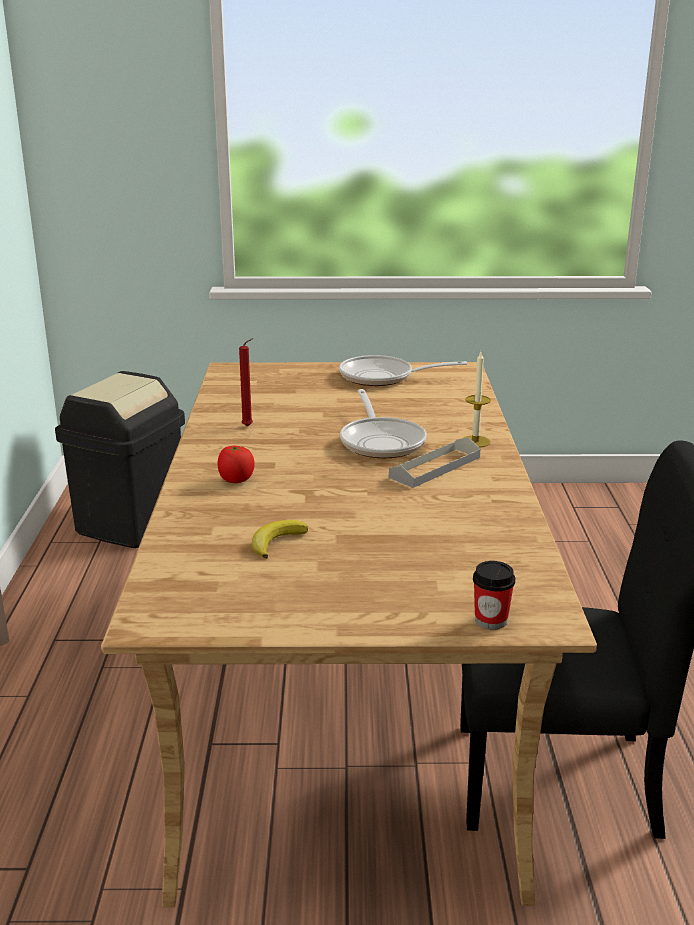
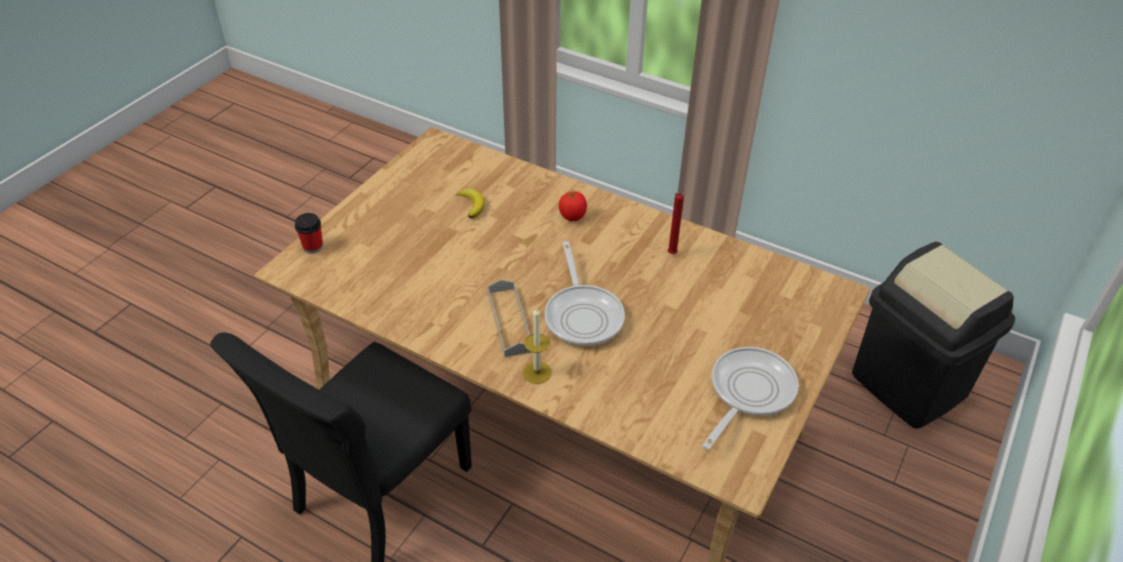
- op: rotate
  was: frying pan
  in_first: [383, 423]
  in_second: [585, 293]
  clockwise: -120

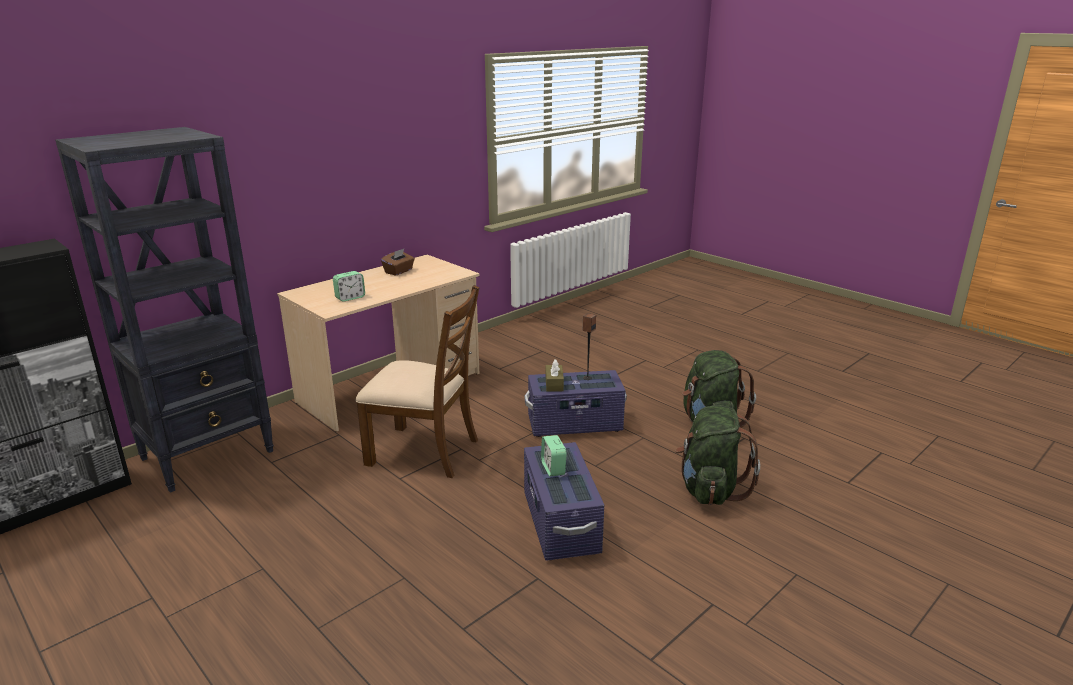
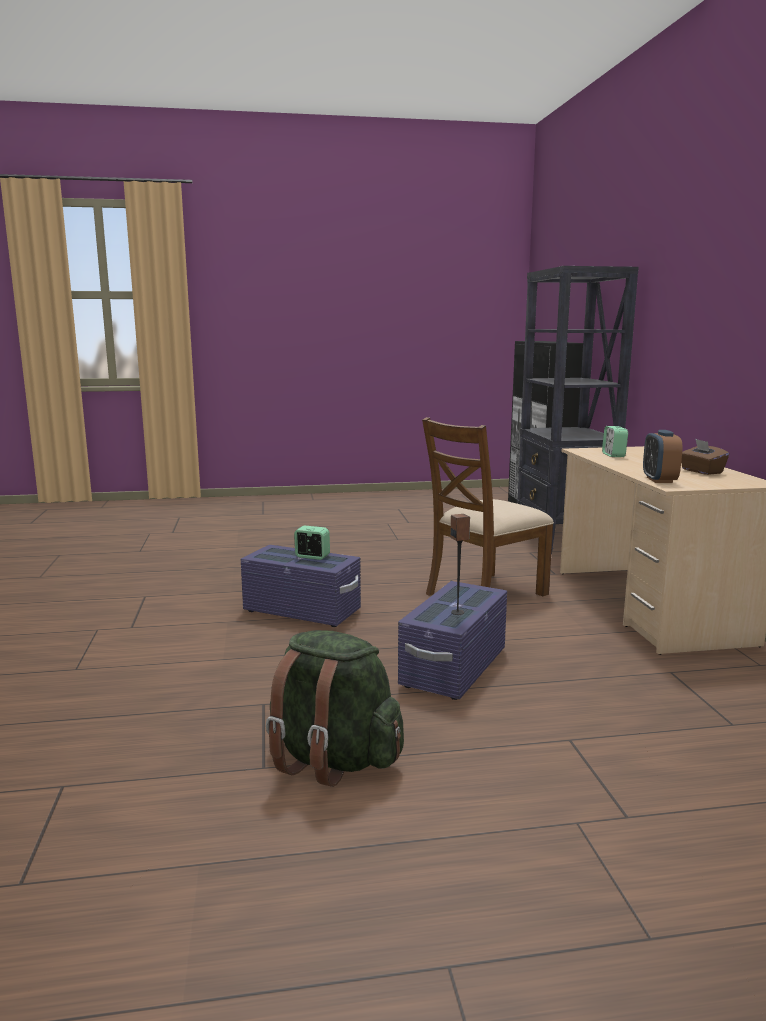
- op: delete
  was: brown tissue box
  in_first: [555, 376]
- op: delete
  was: green backpack
  in_first: [717, 455]
- op: insert
  now: alarm clock
  in_second: [663, 456]

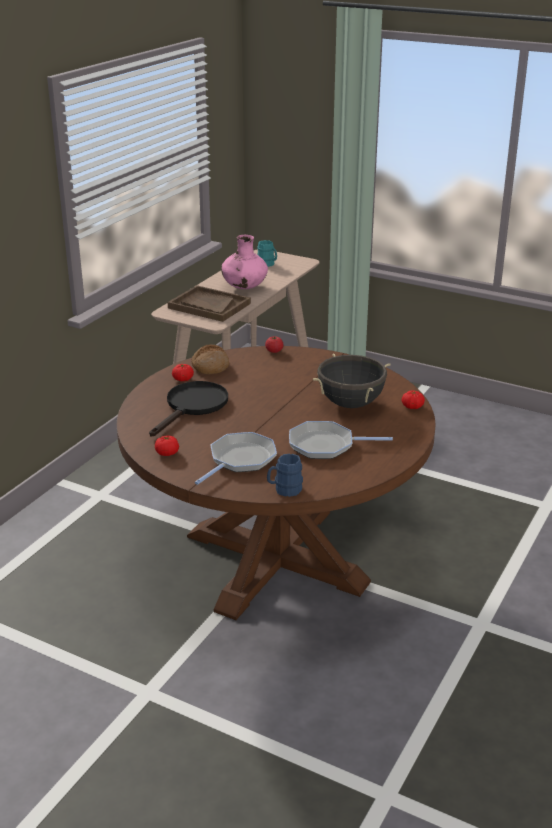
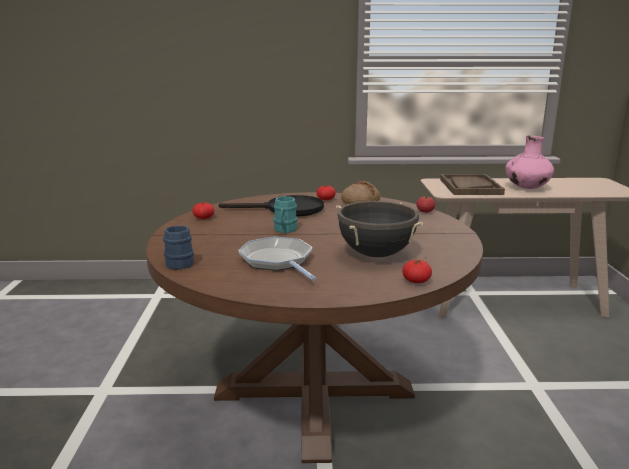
- op: delete
  was: frying pan
  in_first: [236, 458]
- op: move
  was: turquoise mug
  in_first: [267, 253]
  in_second: [285, 214]

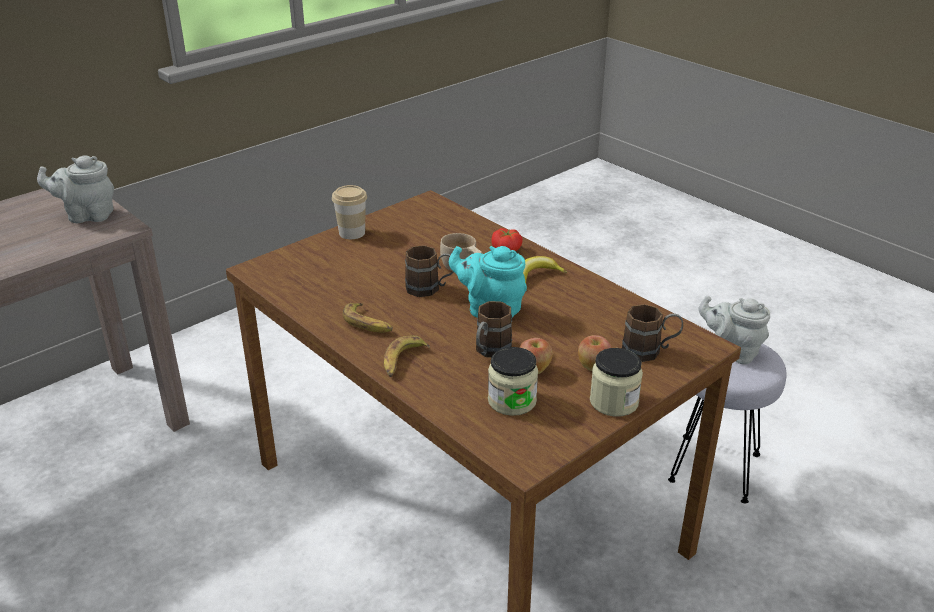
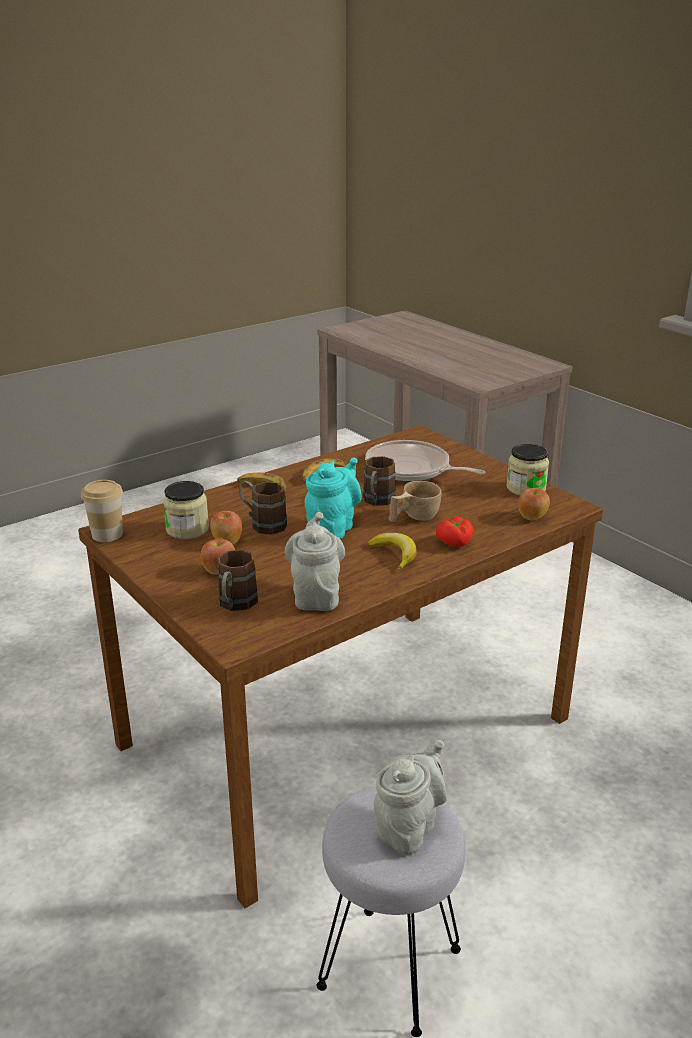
- op: move
  was: grey teapot
  in_first: [75, 189]
  in_second: [315, 561]
- op: move
  was: cup
  in_first: [349, 212]
  in_second: [102, 511]
- op: move
  was: jar
  in_first: [616, 382]
  in_second: [527, 470]
- op: insert
  now: frying pan
  in_second: [425, 461]
- op: insert
  now: apple
  in_second: [534, 504]

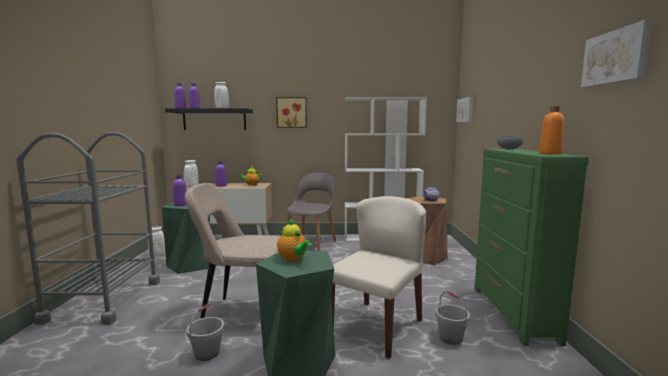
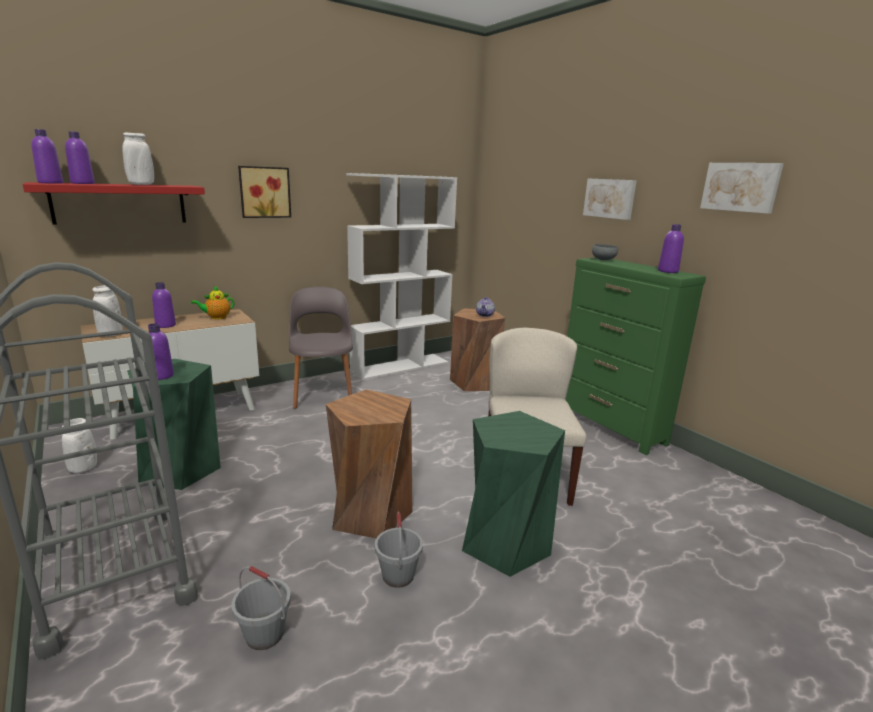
- op: recolor
  was: black shelf
  now: red shelf
  in_first: [209, 119]
  in_second: [114, 203]
- op: replace
  was: beige chair
  now: brown stool
  in_first: [232, 251]
  in_second: [369, 463]
- op: delete
  was: teapot
  in_first: [294, 240]
- op: move
  was: grey bucket
  in_first: [452, 317]
  in_second: [261, 608]
- op: move
  was: picture
  in_first: [464, 109]
  in_second: [610, 199]
- op: recolor
  was: orange bottle
  now: purple bottle
  in_first: [551, 130]
  in_second: [671, 248]

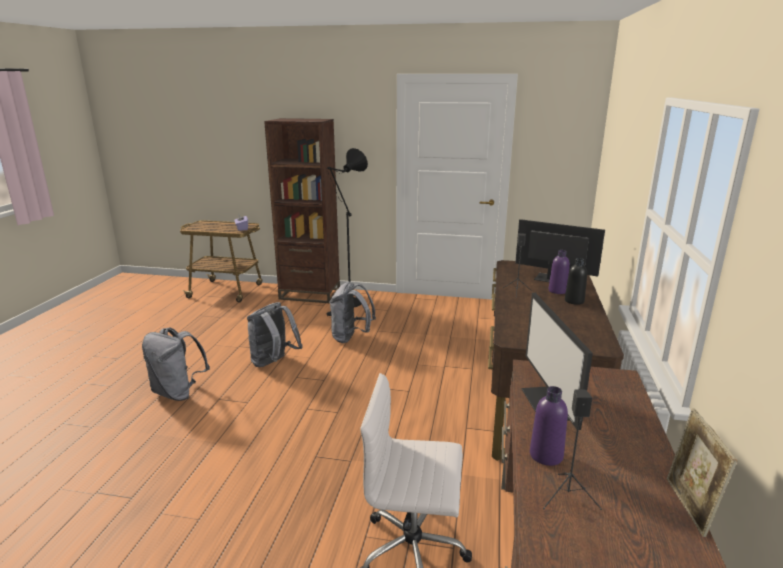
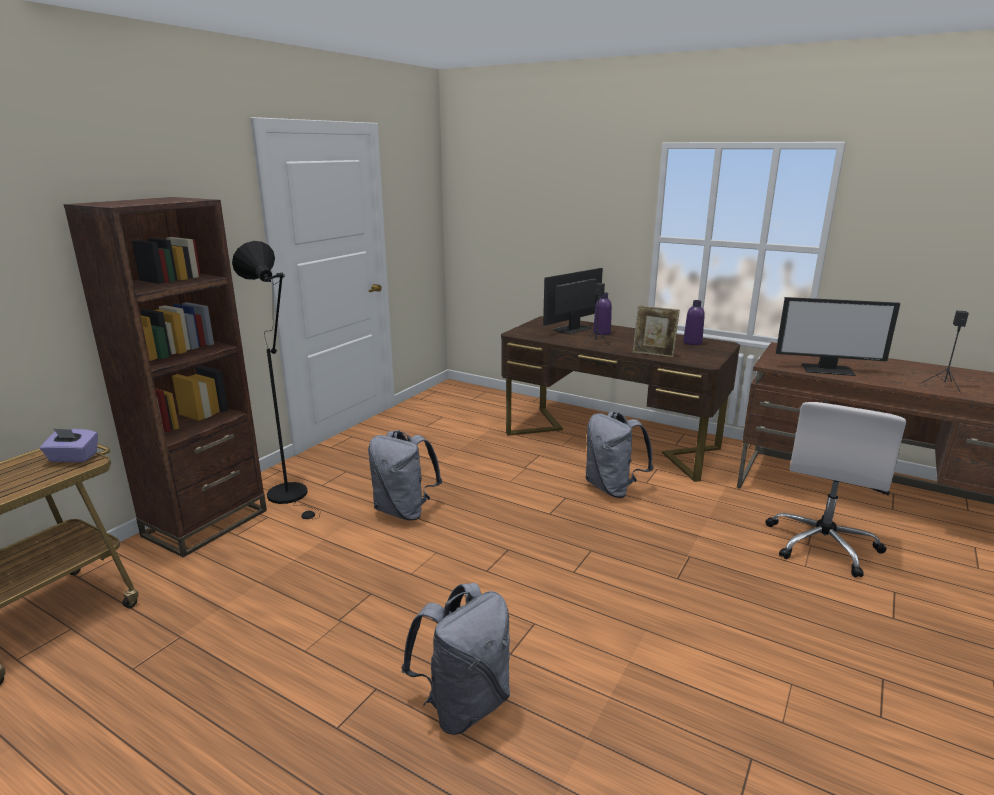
- op: move
  was: grey backpack
  in_first: [275, 334]
  in_second: [619, 455]
- op: move
  was: purple bottle
  in_first: [549, 426]
  in_second: [694, 322]
- op: delete
  was: black bottle
  in_first: [576, 281]
- op: move
  was: picture frame
  in_first: [702, 472]
  in_second: [656, 331]

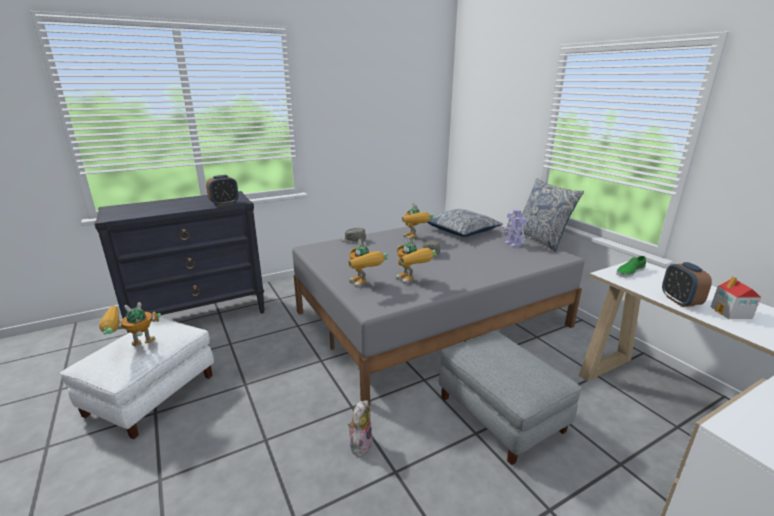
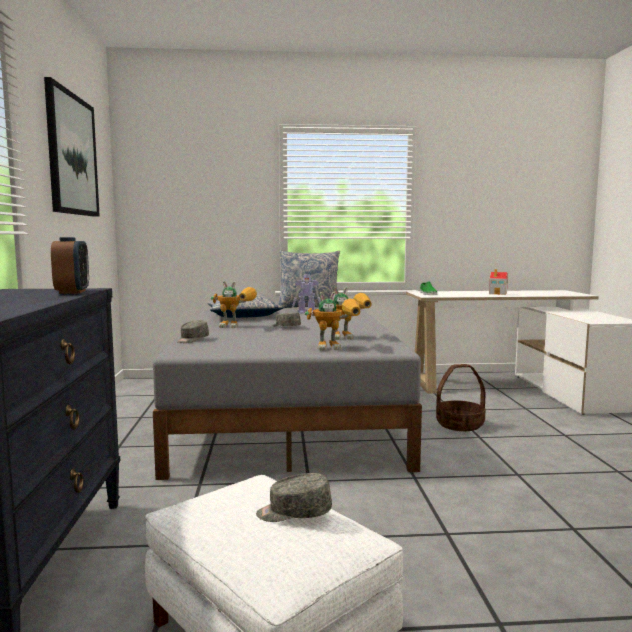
- op: replace
  was: toy robot
  now: grey cap
  in_first: [130, 324]
  in_second: [294, 497]
- op: delete
  was: plush toy
  in_first: [360, 428]
- op: replace
  was: grey ottoman
  now: basket
  in_first: [510, 397]
  in_second: [461, 397]
- op: delete
  was: alarm clock
  in_first: [687, 284]
- op: insert
  now: picture
  in_second: [72, 147]

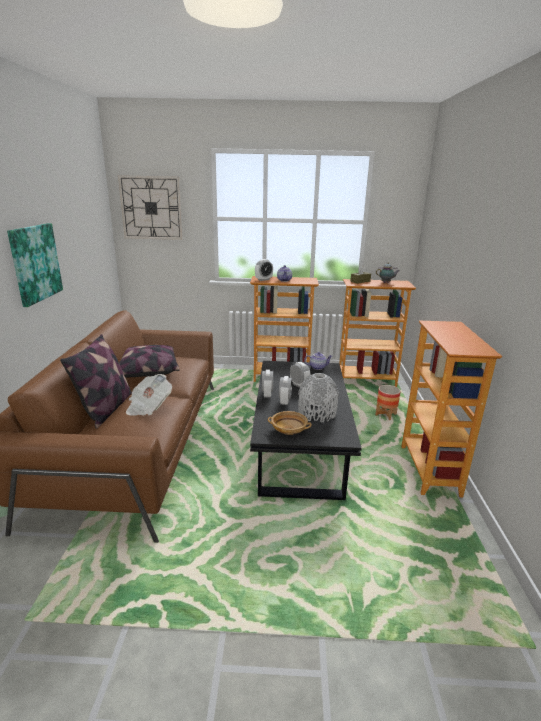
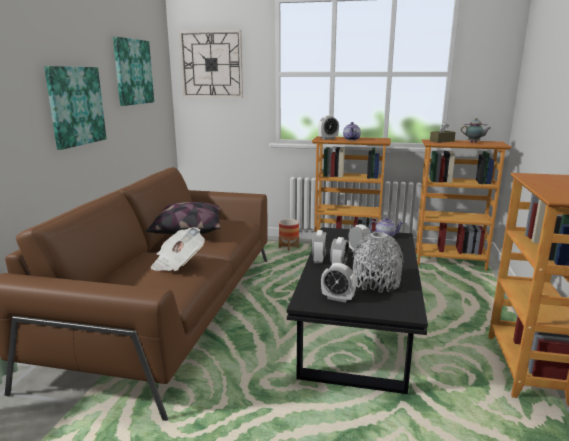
- op: delete
  was: pillow
  in_first: [96, 381]
- op: replace
  was: beige bowl
  now: alarm clock
  in_first: [290, 423]
  in_second: [339, 283]
- op: move
  was: planter
  in_first: [387, 402]
  in_second: [289, 235]
- op: insert
  now: picture
  in_second: [133, 71]

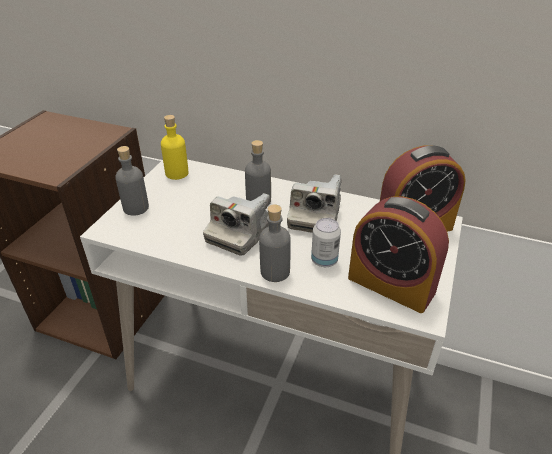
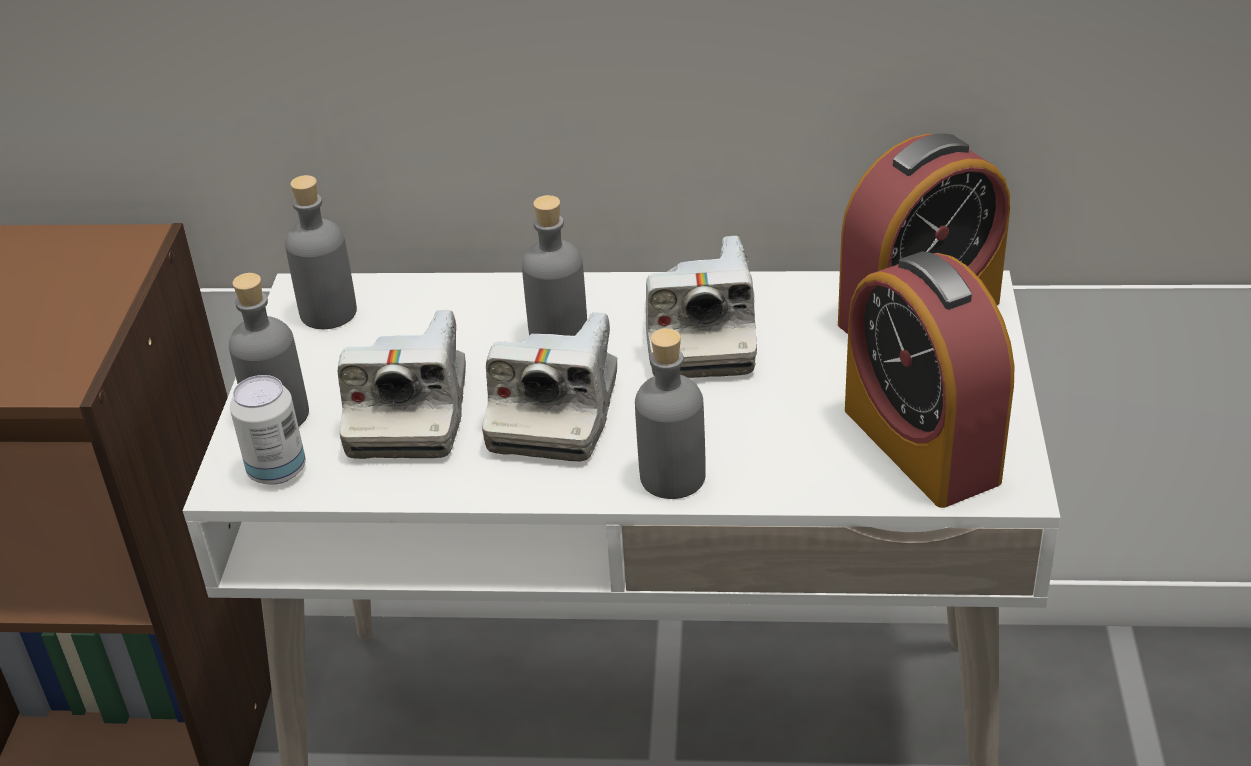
- op: recolor
  was: yellow bottle
  now: grey bottle
  in_first: [174, 147]
  in_second: [321, 252]
- op: move
  was: can
  in_first: [326, 242]
  in_second: [268, 430]
- op: rotate
  was: alarm clock
  in_first: [398, 254]
  in_second: [929, 379]
  clockwise: 45
- op: insert
  now: photo camera
  in_second: [402, 384]

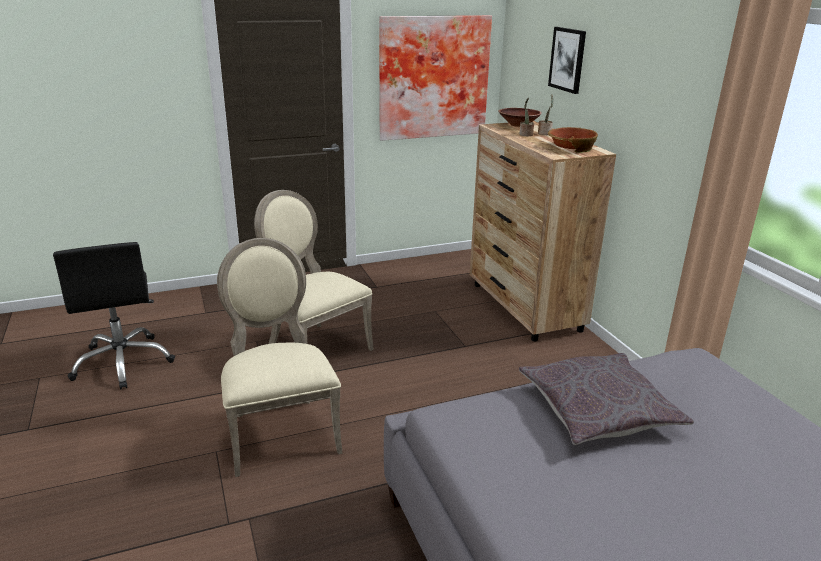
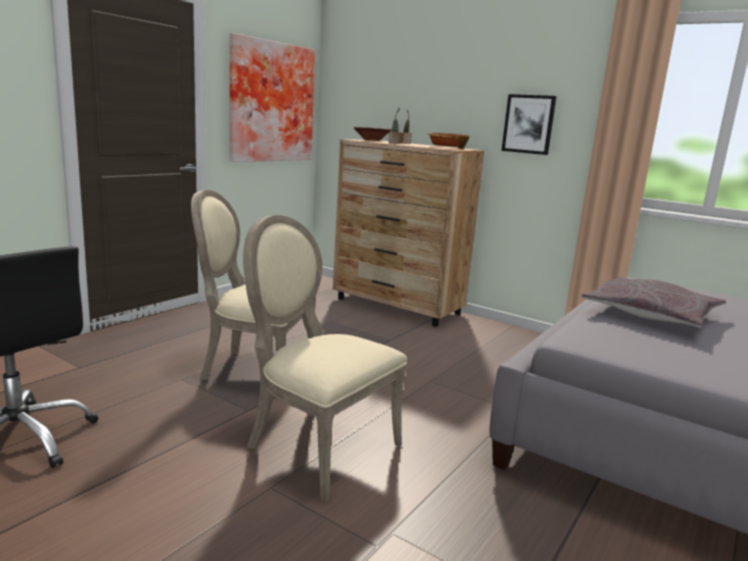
- op: move
  was: picture
  in_first: [567, 60]
  in_second: [529, 124]

